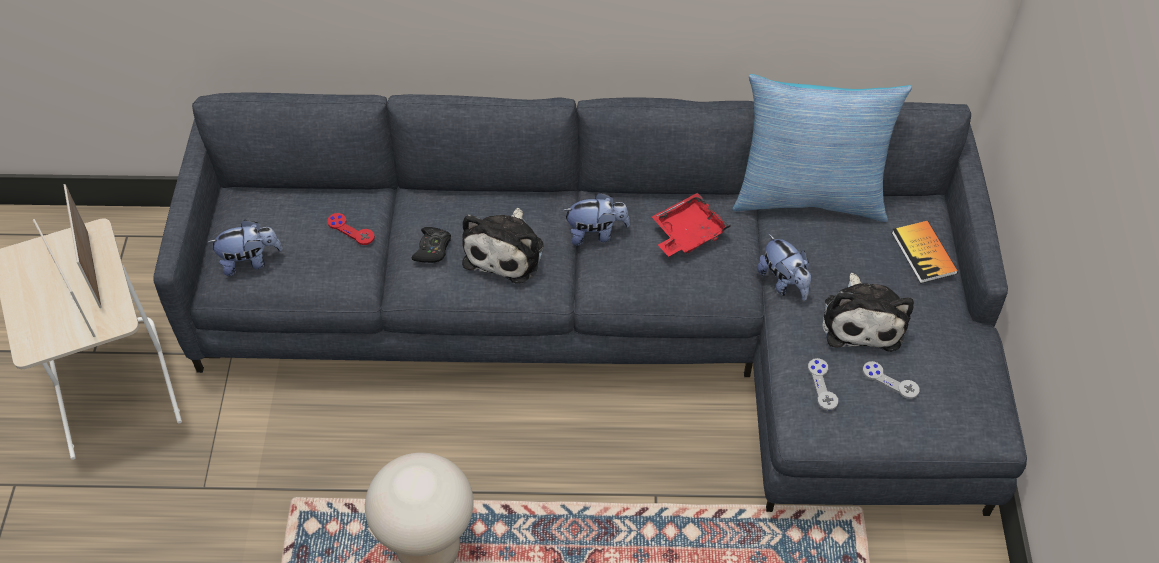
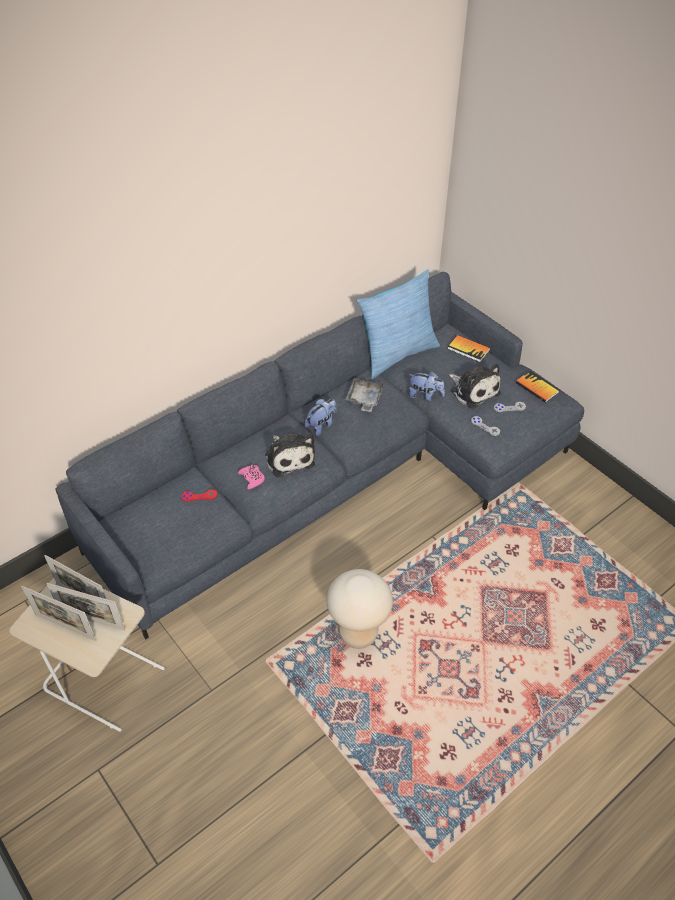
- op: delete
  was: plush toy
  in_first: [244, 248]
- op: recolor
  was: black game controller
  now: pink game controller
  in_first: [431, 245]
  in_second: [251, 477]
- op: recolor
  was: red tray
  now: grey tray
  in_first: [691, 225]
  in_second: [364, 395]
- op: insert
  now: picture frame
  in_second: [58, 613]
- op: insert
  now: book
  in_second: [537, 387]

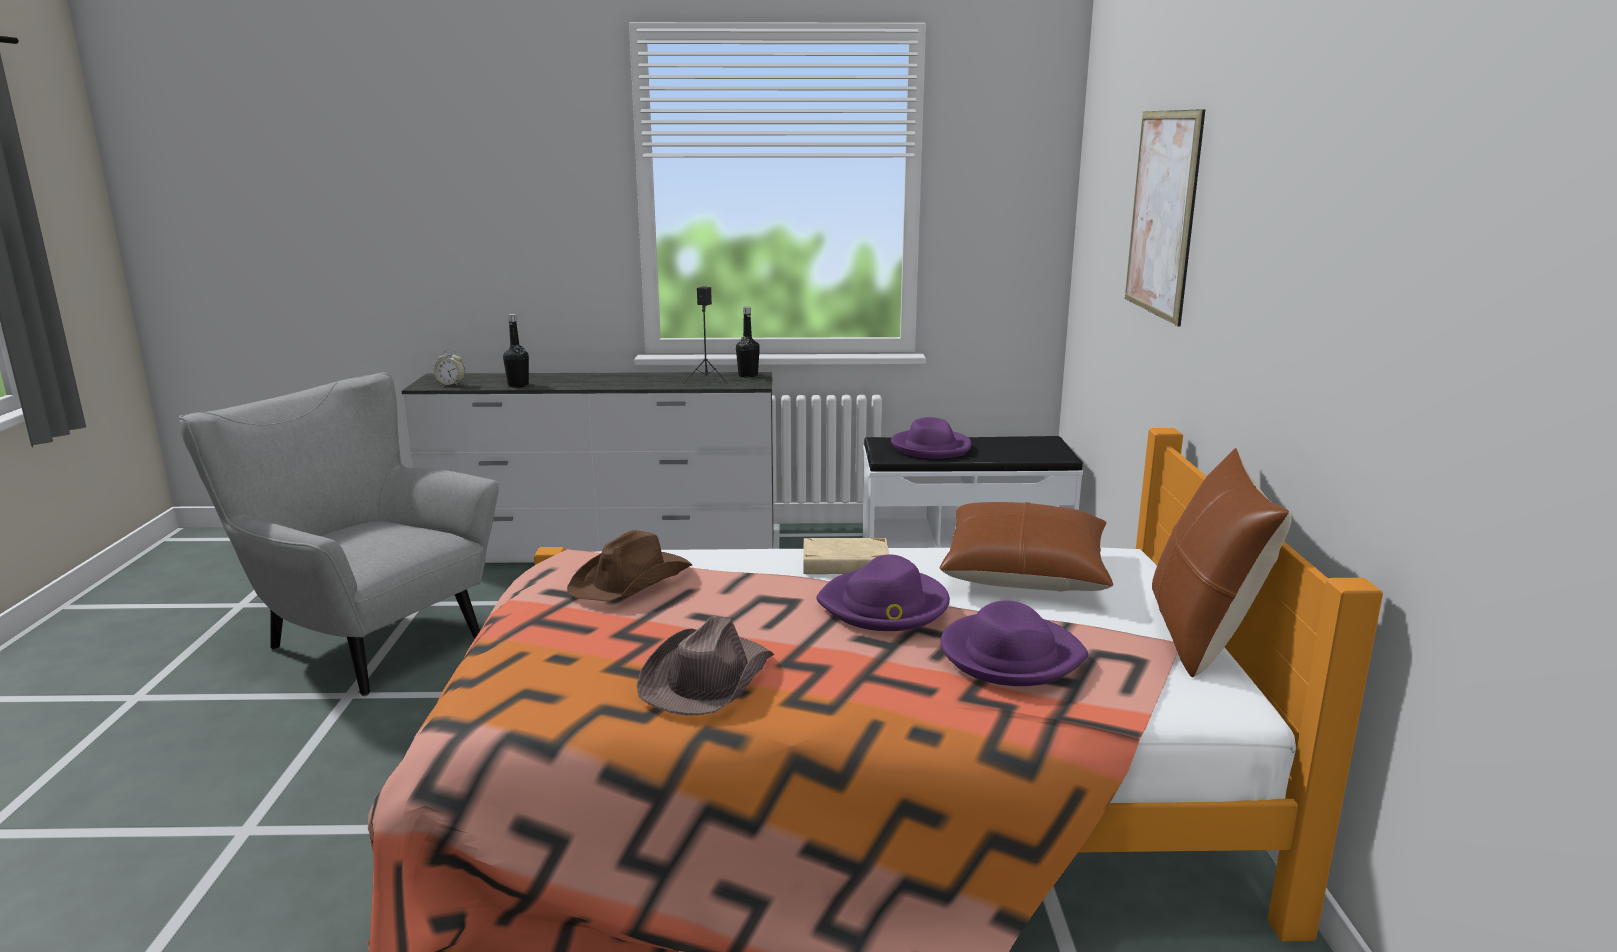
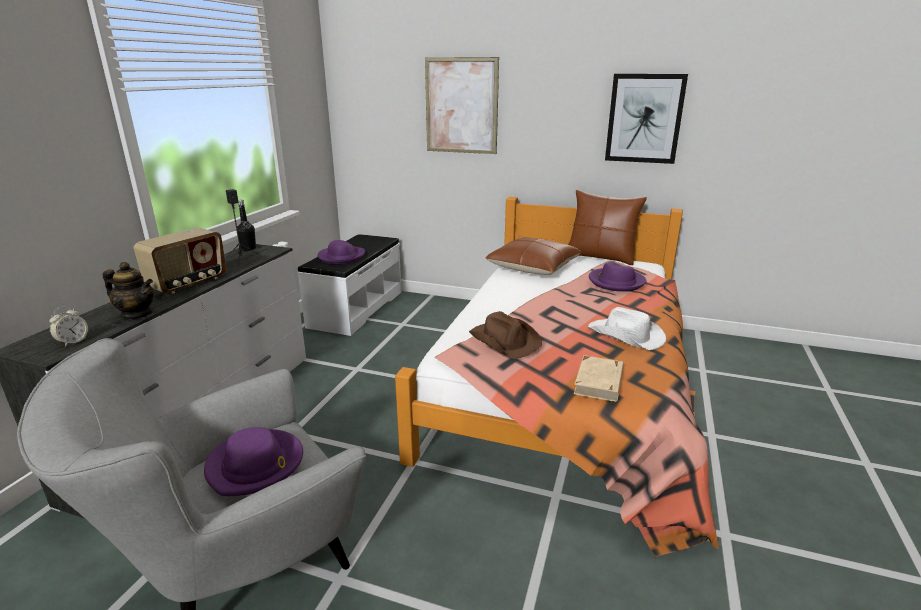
- op: replace
  was: black bottle
  now: teapot
  in_first: [516, 351]
  in_second: [128, 290]
- op: recolor
  was: brown hat
  now: white hat
  in_first: [705, 665]
  in_second: [627, 328]
- op: move
  was: beige book
  in_first: [846, 556]
  in_second: [599, 378]
- op: move
  was: purple hat
  in_first: [883, 592]
  in_second: [253, 461]
- op: insert
  now: radio
  in_second: [179, 261]
- op: insert
  now: picture
  in_second: [646, 119]

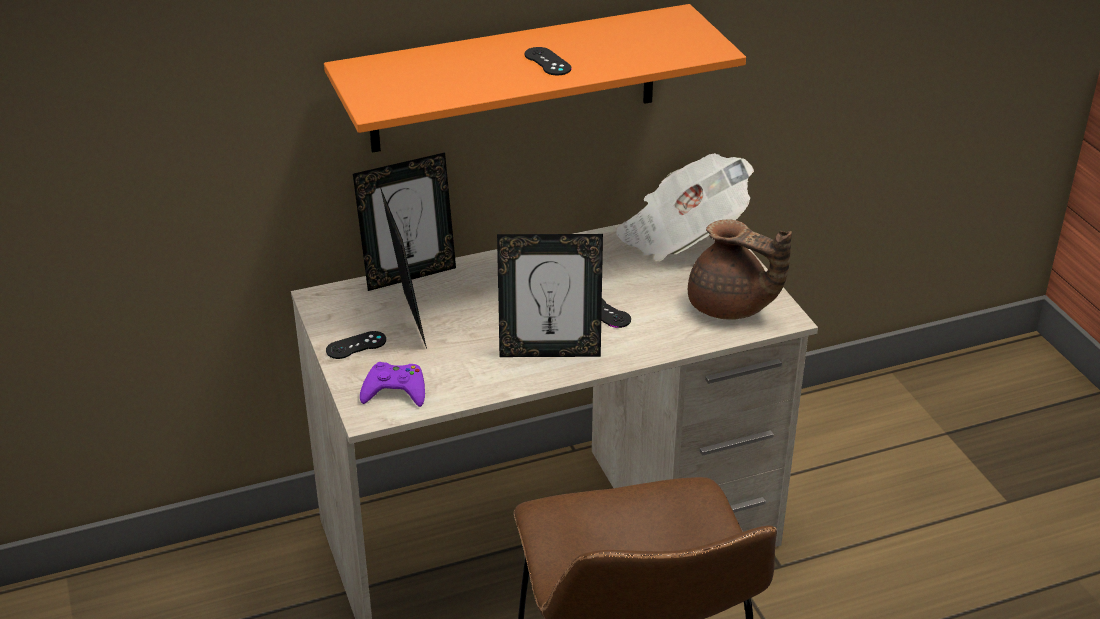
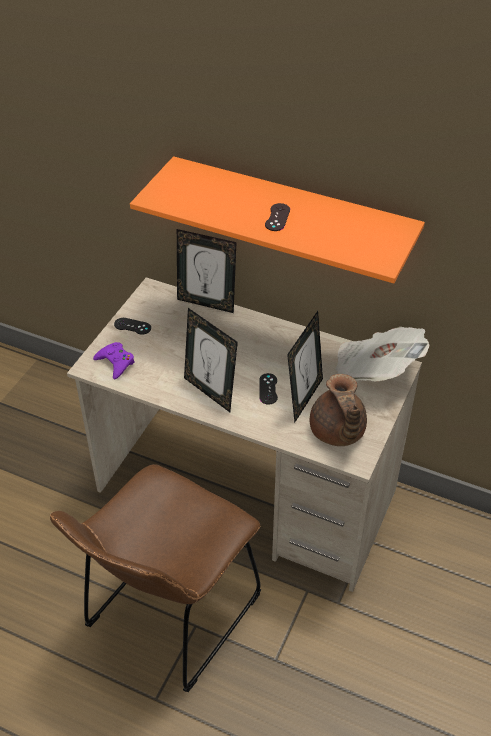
- op: move
  was: picture frame
  in_first: [403, 268]
  in_second: [305, 366]

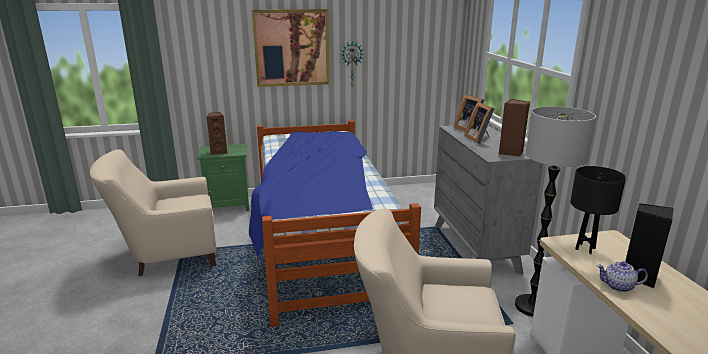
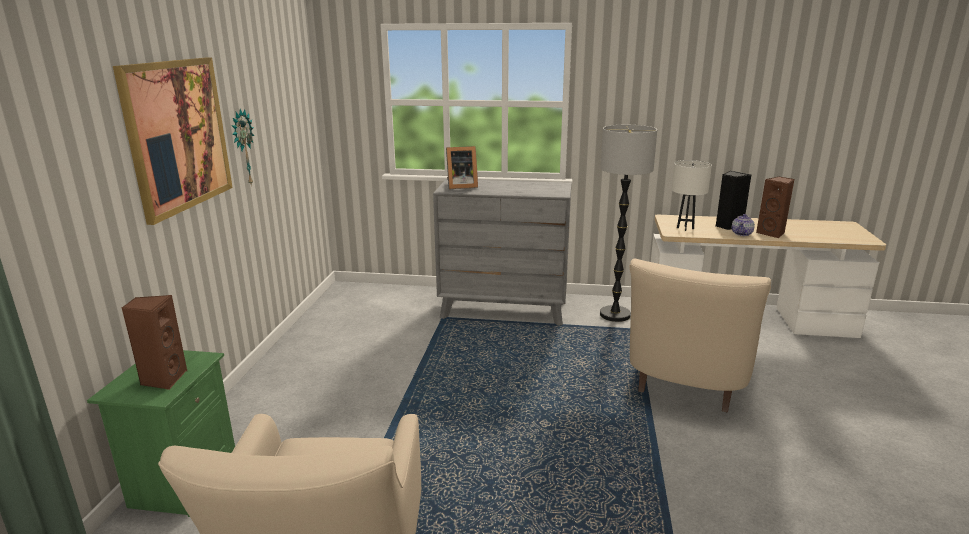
- op: delete
  was: bed
  in_first: [335, 223]
- op: delete
  was: picture frame
  in_first: [479, 123]
- op: move
  was: brown speaker
  in_first: [514, 128]
  in_second: [775, 207]
- op: recolor
  was: black table lamp
  now: white table lamp
  in_first: [598, 210]
  in_second: [692, 195]

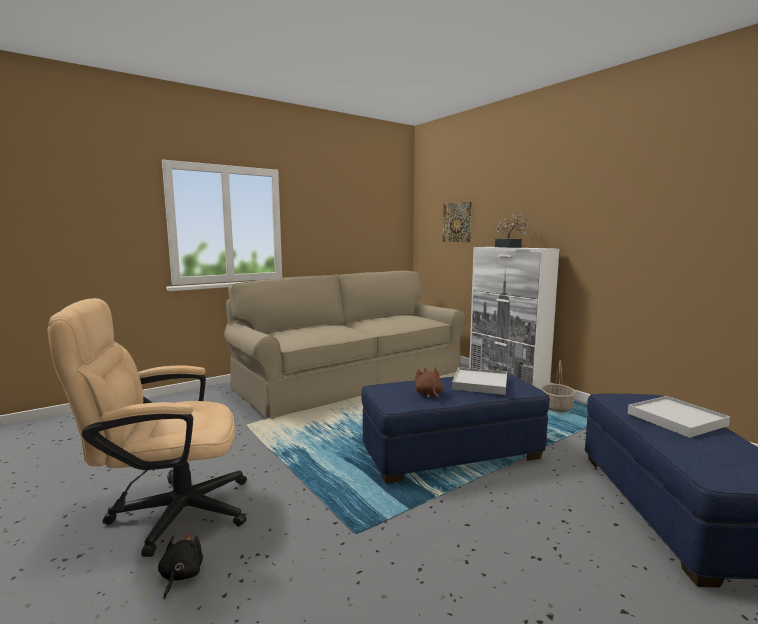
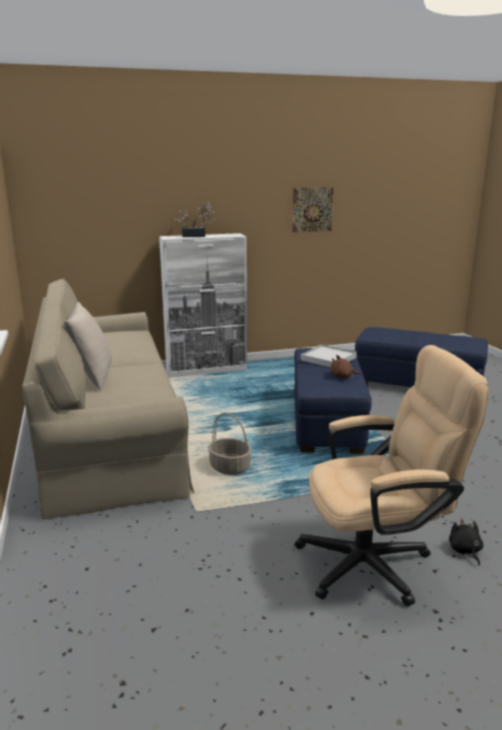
- op: rotate
  was: beige office chair
  in_first: [147, 427]
  in_second: [391, 475]
  clockwise: -105
- op: rotate
  was: black plush toy
  in_first: [180, 566]
  in_second: [466, 542]
  clockwise: 60
- op: move
  was: picture
  in_first: [457, 222]
  in_second: [312, 210]
- op: move
  was: basket
  in_first: [558, 386]
  in_second: [230, 443]
- op: delete
  was: white tray
  in_first: [679, 417]
- op: insert
  now: beige pillow
  in_second: [88, 346]

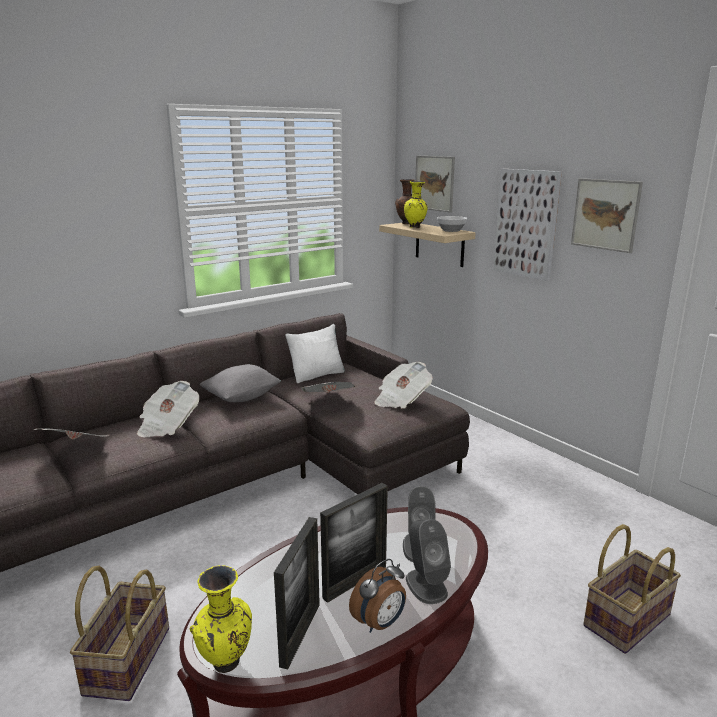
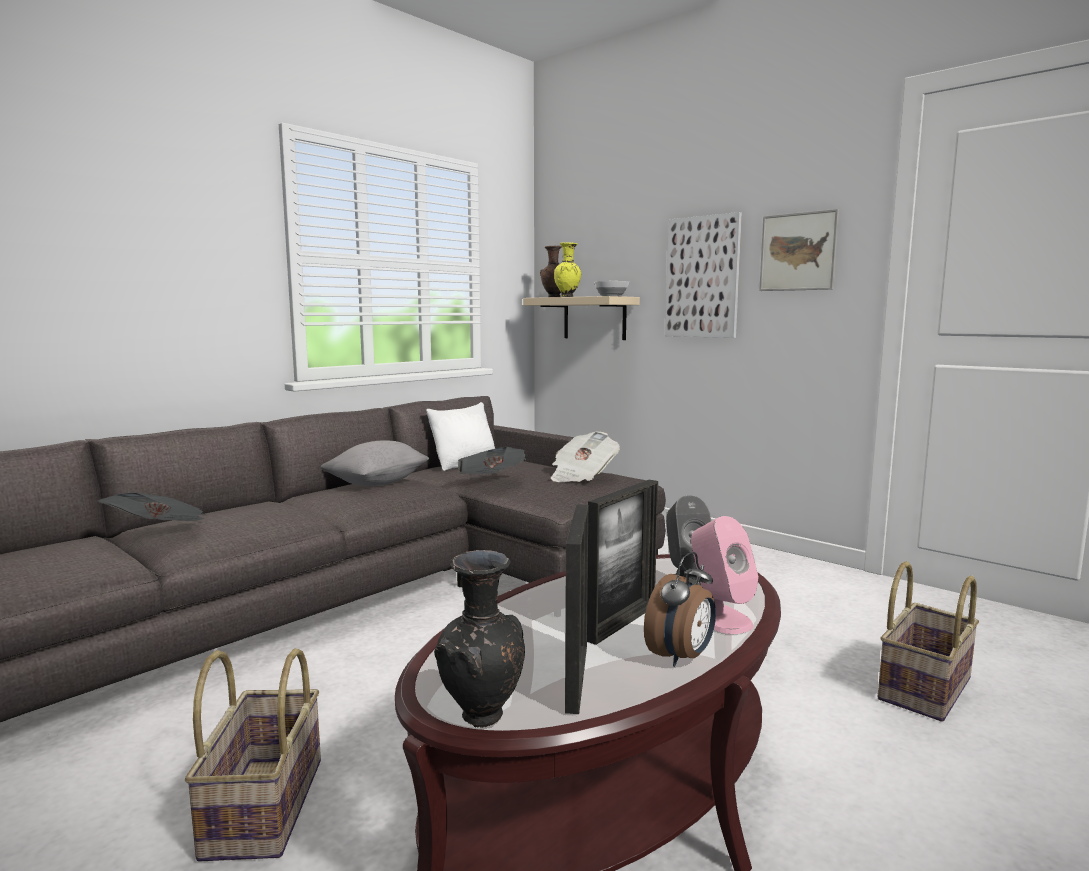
- op: delete
  was: newspaper
  in_first: [168, 409]
- op: recolor
  was: yellow vase
  now: black vase
  in_first: [221, 619]
  in_second: [479, 639]
- op: recolor
  was: grey speaker
  now: pink speaker
  in_first: [428, 561]
  in_second: [725, 575]
- op: delete
  was: picture
  in_first: [435, 184]

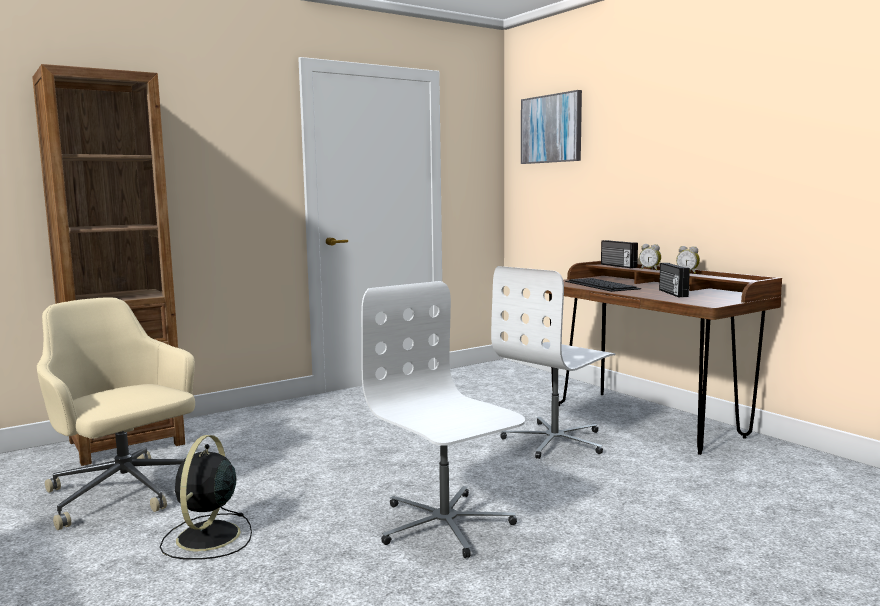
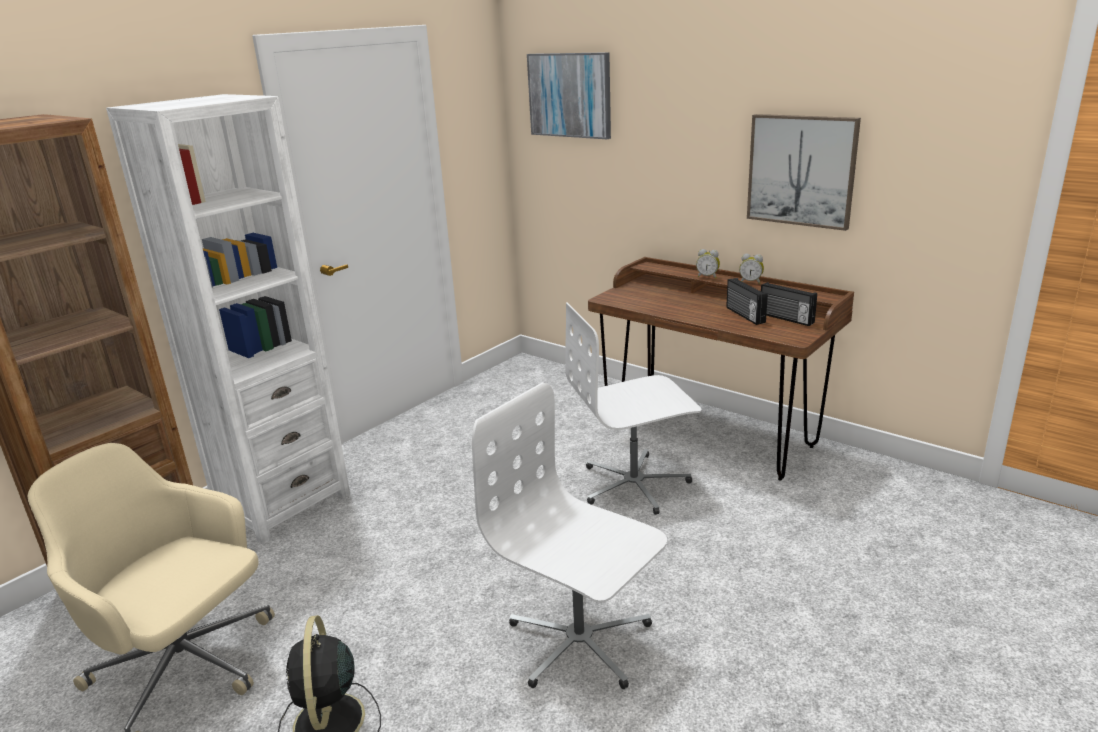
- op: rotate
  was: white office chair
  in_first: [553, 362]
  in_second: [633, 408]
  clockwise: 45
- op: delete
  was: keyboard
  in_first: [603, 285]
- op: move
  was: radio
  in_first: [619, 254]
  in_second: [789, 304]
- op: insert
  now: white bookcase
  in_second: [228, 319]
- op: insert
  now: picture
  in_second: [804, 172]

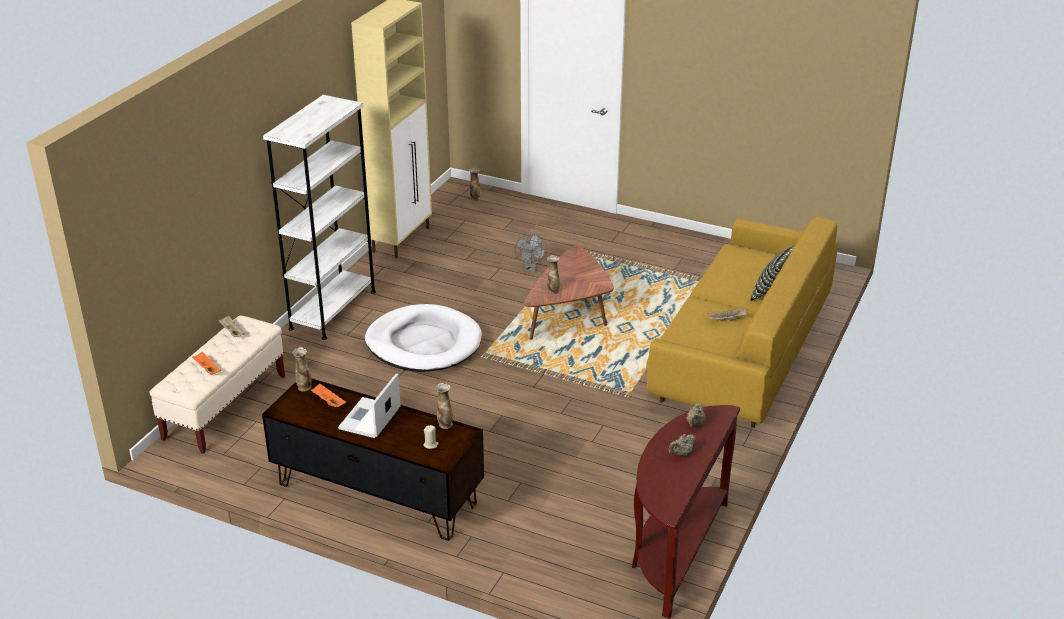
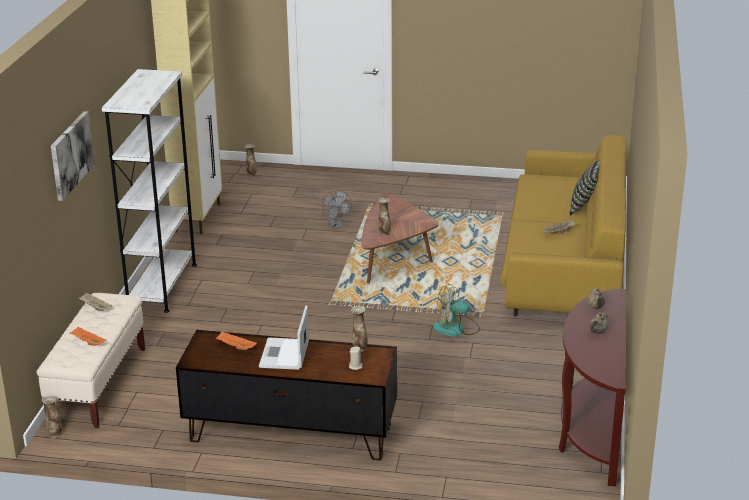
- op: move
  was: vase
  in_first: [302, 369]
  in_second: [52, 417]
- op: delete
  was: white dog bed
  in_first: [423, 338]
- op: insert
  now: picture
  in_second: [72, 156]
- op: insert
  now: fan
  in_second: [456, 310]

